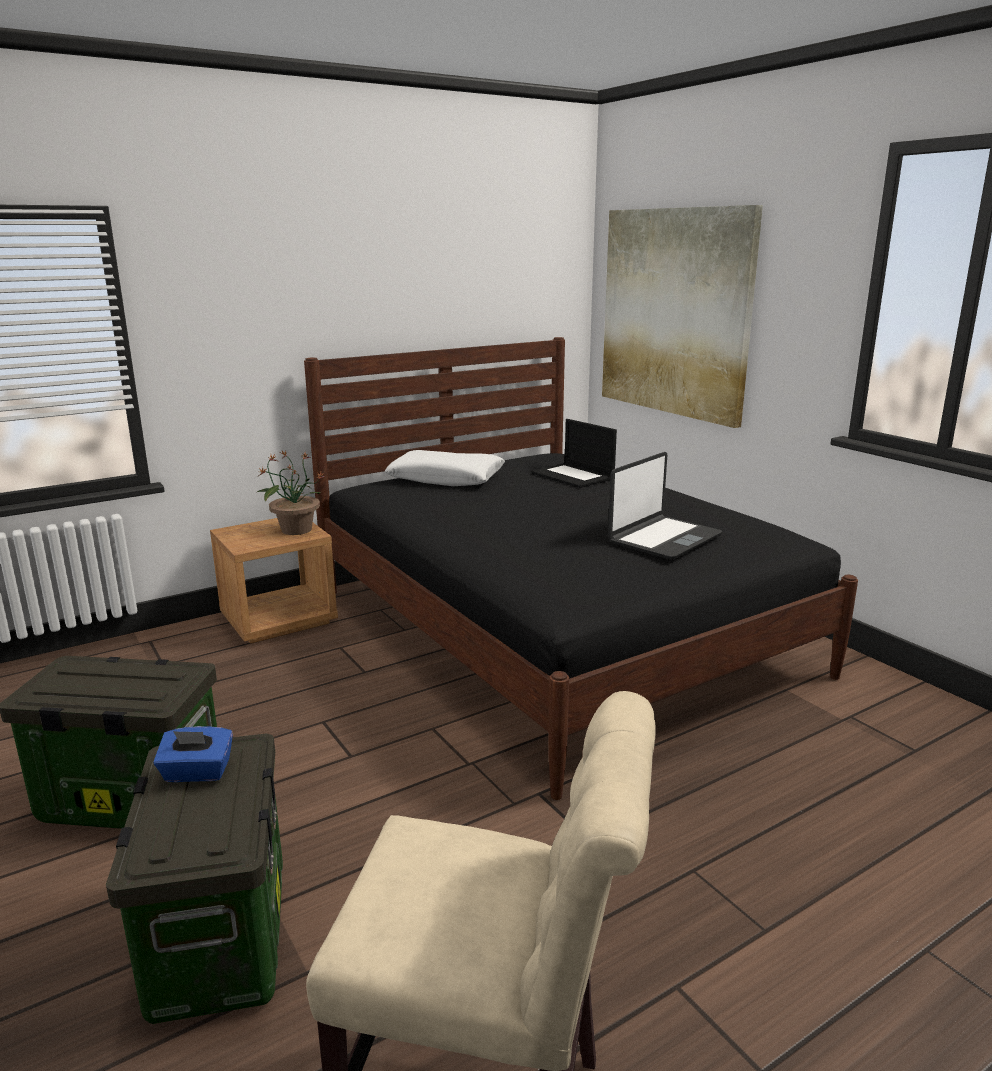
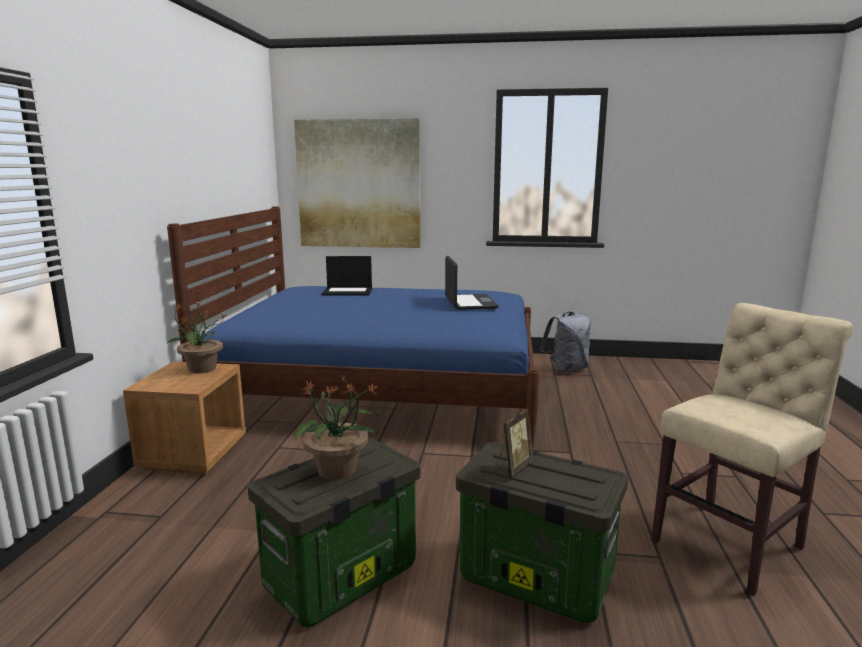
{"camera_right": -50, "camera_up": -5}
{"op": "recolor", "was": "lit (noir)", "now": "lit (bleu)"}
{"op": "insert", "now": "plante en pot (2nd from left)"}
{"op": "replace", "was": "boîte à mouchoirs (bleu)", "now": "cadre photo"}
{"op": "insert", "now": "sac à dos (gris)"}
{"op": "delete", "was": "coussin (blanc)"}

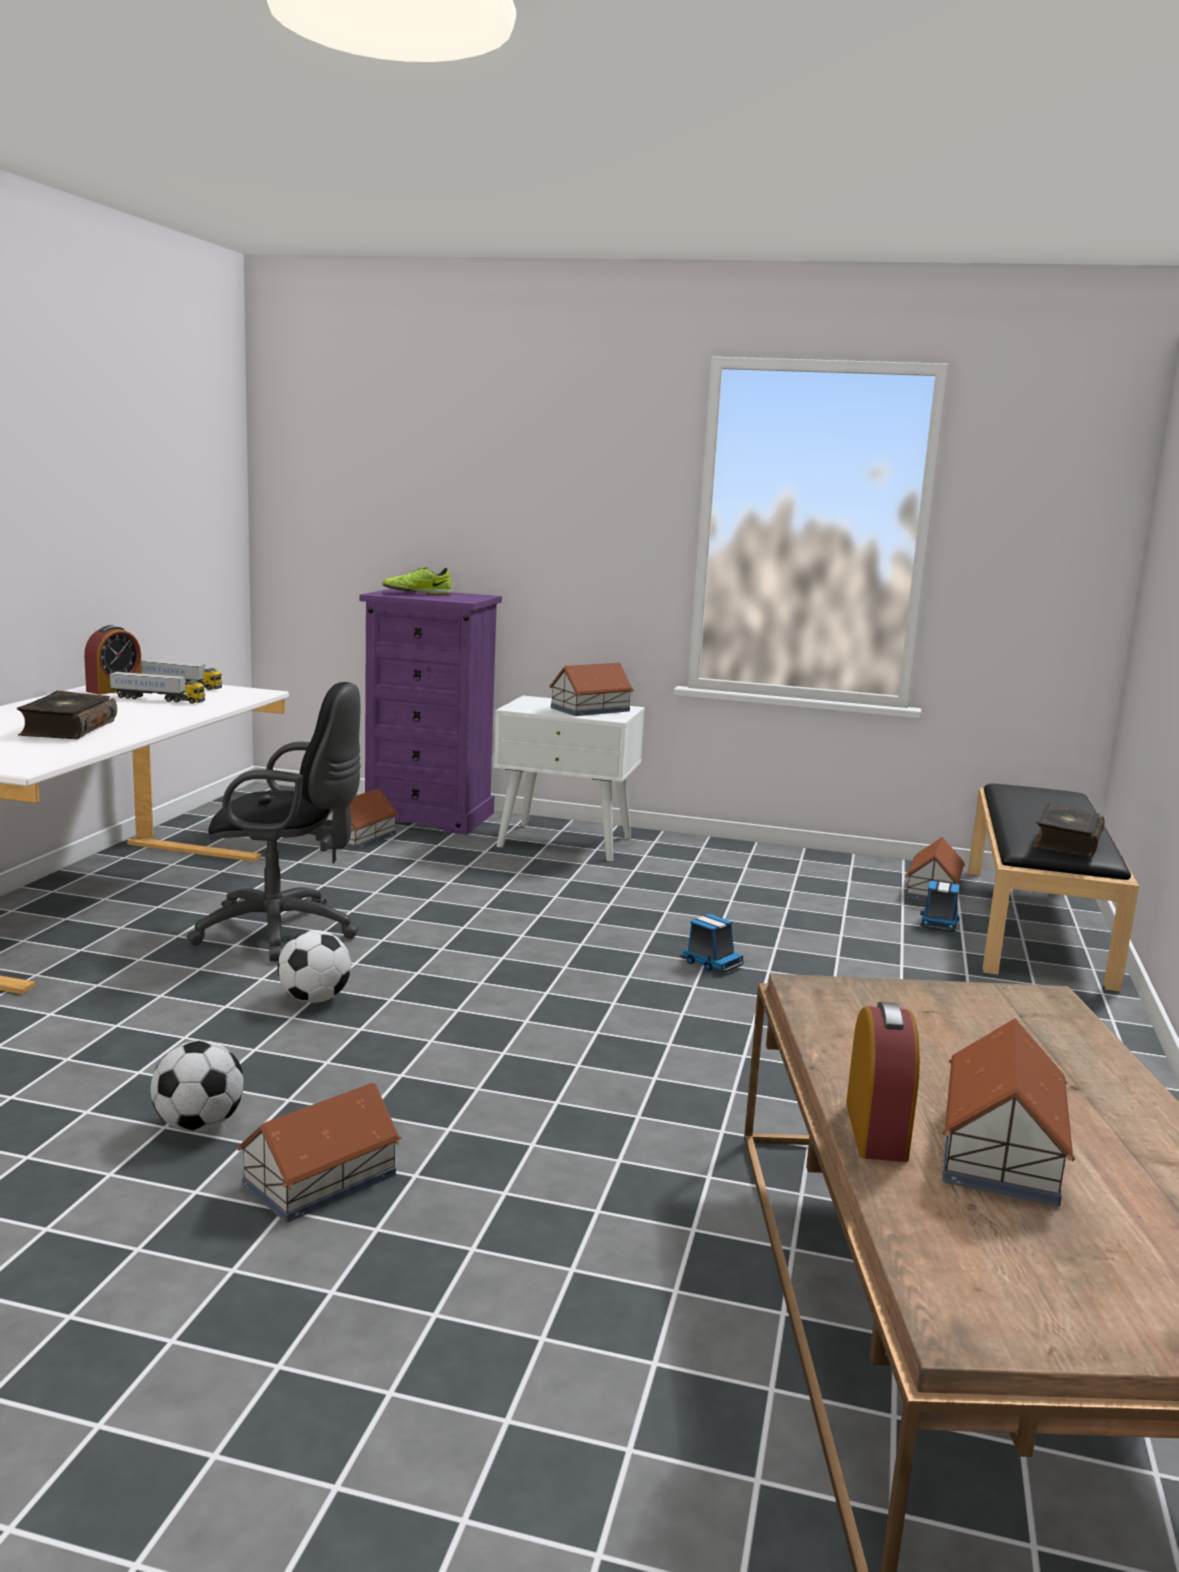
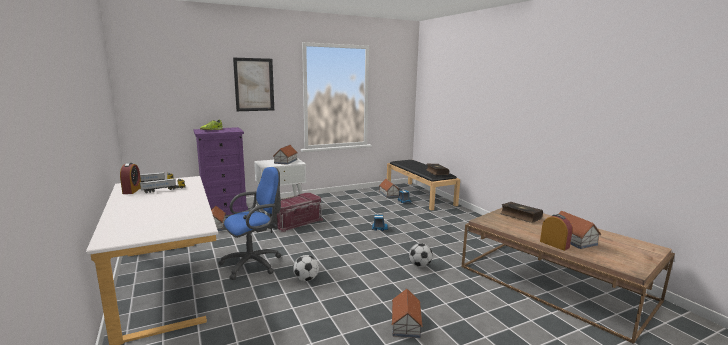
{"camera_right": -40, "camera_up": 0}
{"op": "recolor", "was": "chaise de bureau (noir)", "now": "chaise de bureau (bleu)"}
{"op": "insert", "now": "tableau"}
{"op": "insert", "now": "boîte de rangement (rouge)"}
{"op": "move", "was": "ballon de foot (1st from left in the first image)", "now": "ballon de foot (2nd from left)"}
{"op": "move", "was": "livre (1st from left in the first image)", "now": "livre (2nd from left)"}

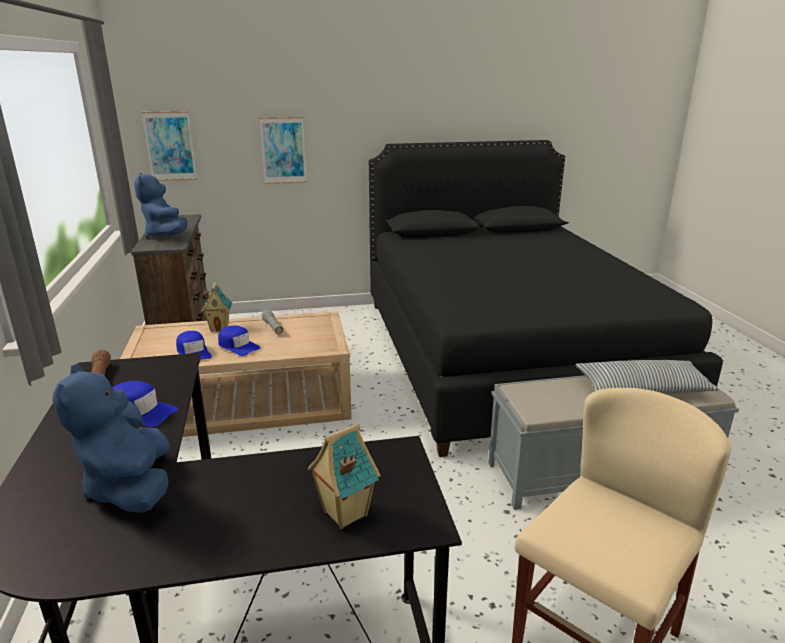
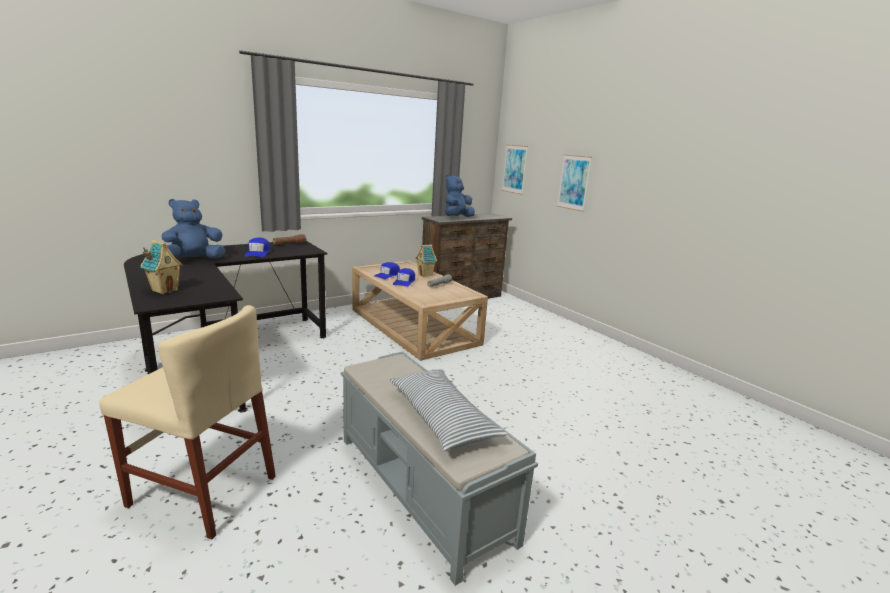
{"camera_right": 65, "camera_up": -5}
{"op": "delete", "was": "lit (noir)"}

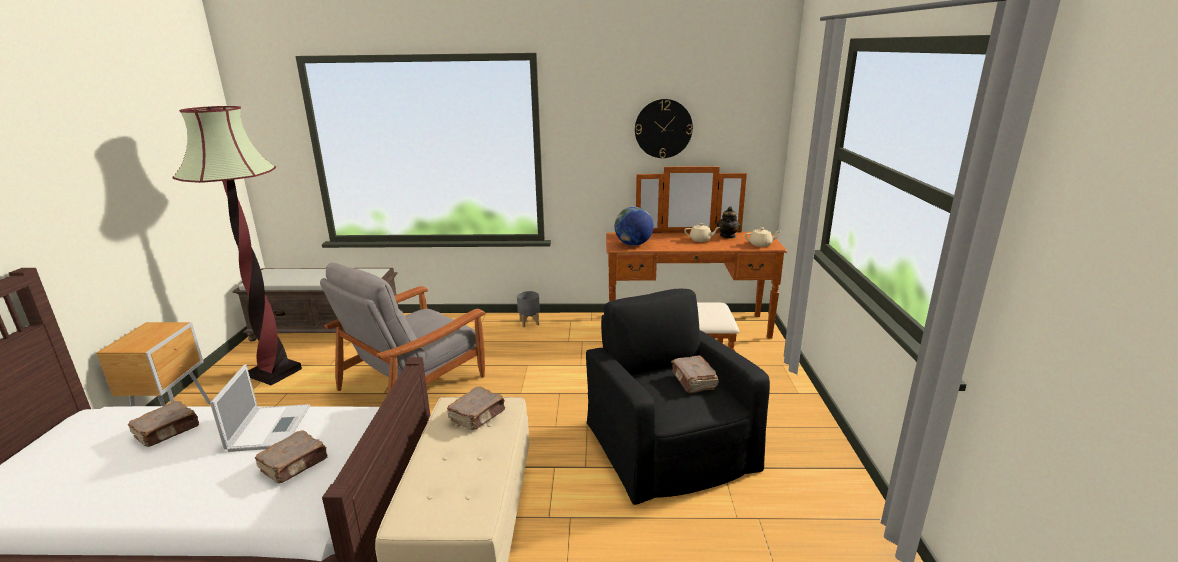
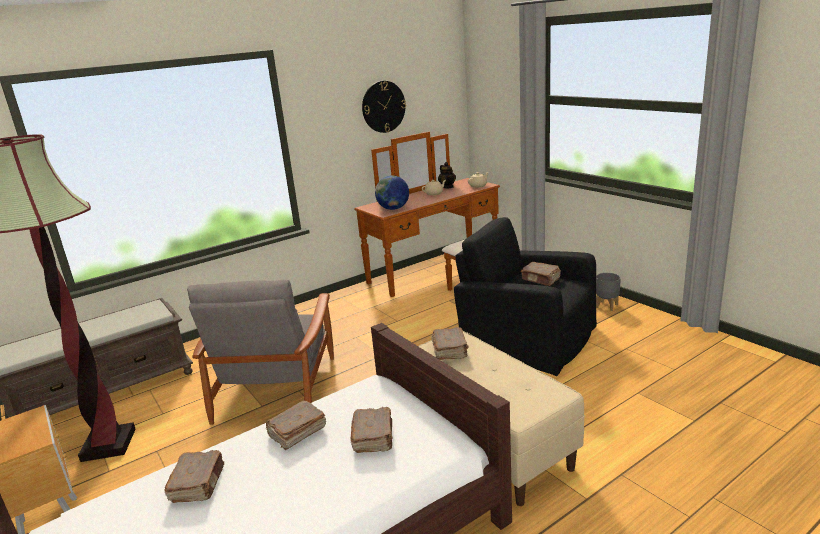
{"camera_right": -35, "camera_up": 0}
{"op": "replace", "was": "ordinateur portable", "now": "livre (marron) (2nd from left)"}
{"op": "move", "was": "cache-pot (gris)"}

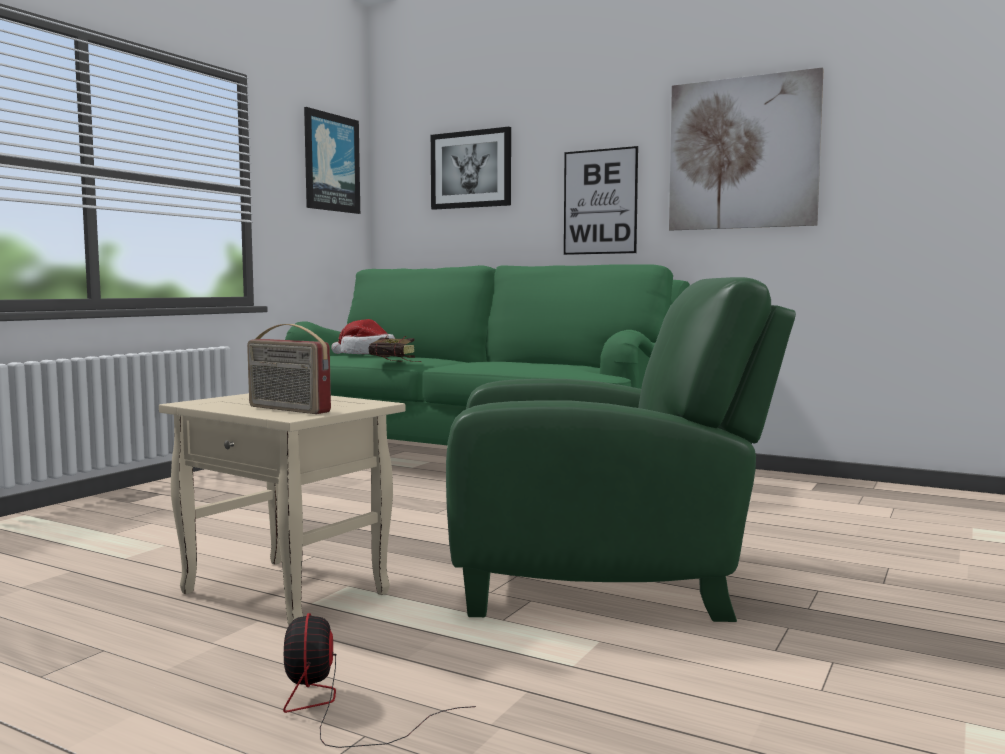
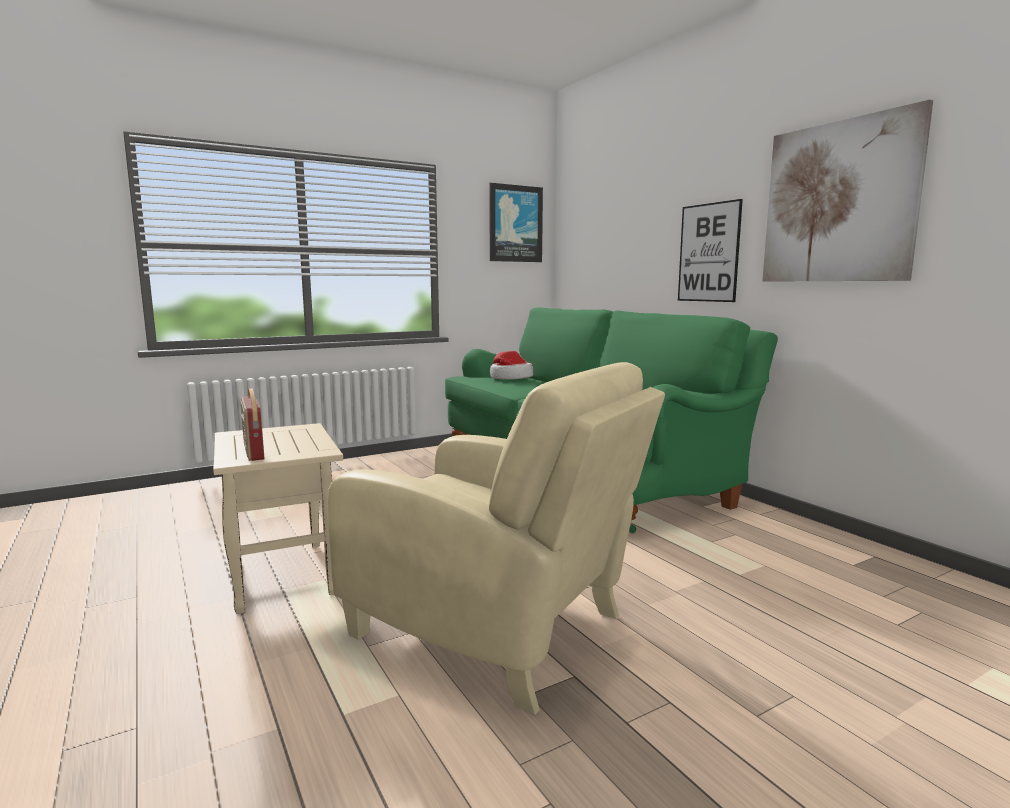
{"camera_right": 30, "camera_up": 5}
{"op": "recolor", "was": "fauteuil (vert)", "now": "fauteuil (beige)"}
{"op": "delete", "was": "ventilateur"}
{"op": "delete", "was": "livre"}
{"op": "delete", "was": "tableau (2nd from left)"}

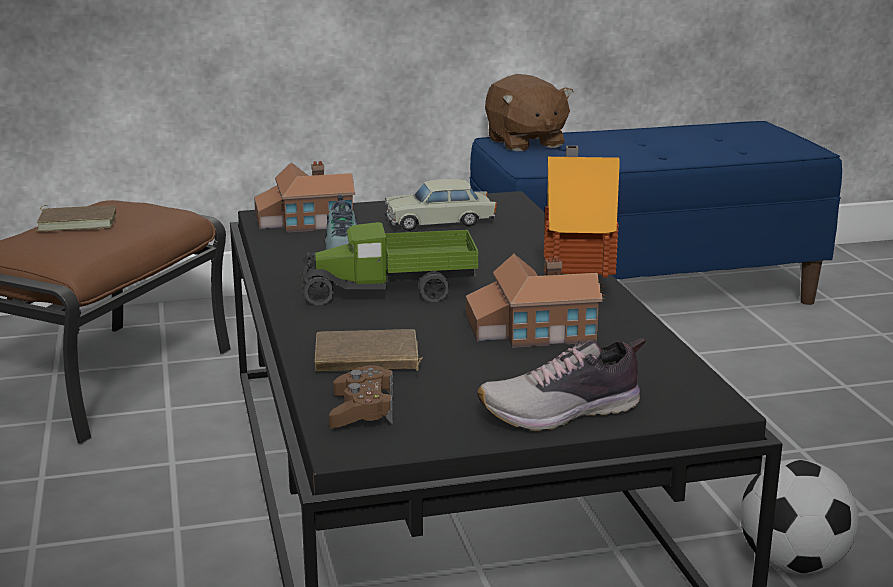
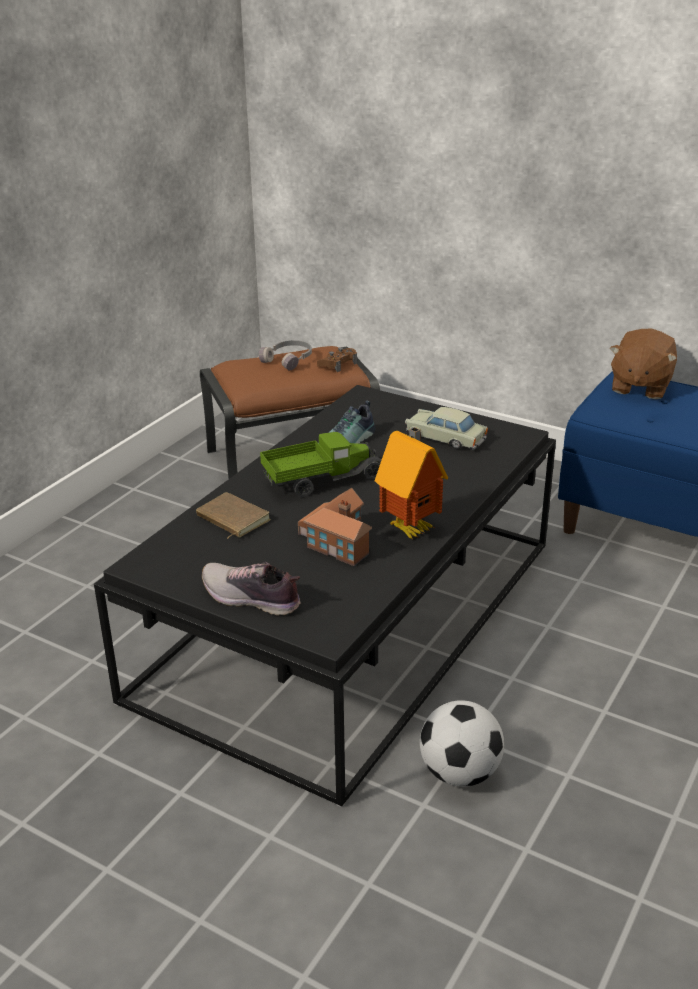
{"camera_right": 45, "camera_up": 10}
{"op": "replace", "was": "livre (marron) (1st from left)", "now": "casque audio (gris)"}
{"op": "rotate", "was": "camion jouet", "clockwise": 120}
{"op": "move", "was": "manette (marron)"}
{"op": "delete", "was": "maison miniature (1st from left)"}

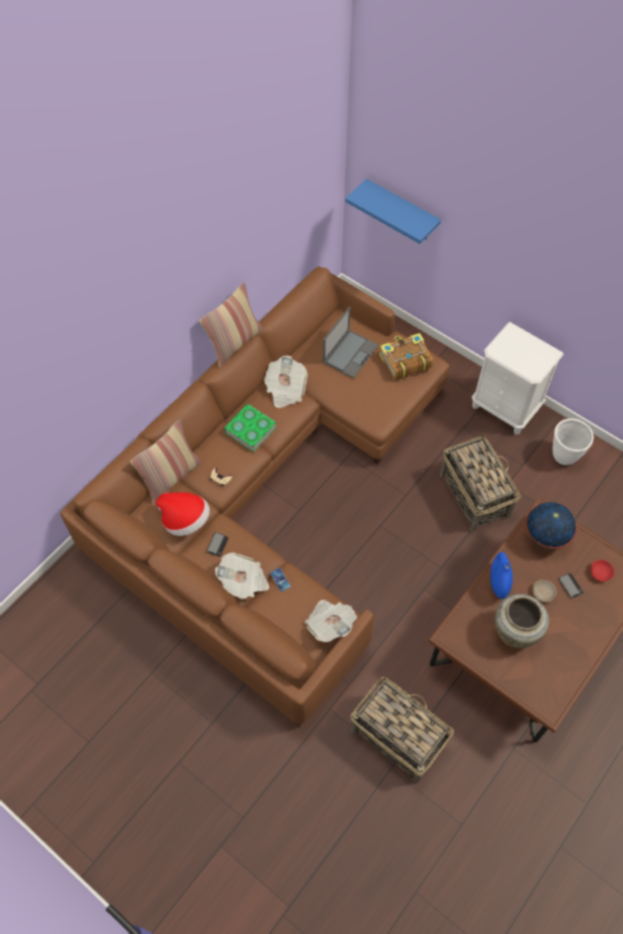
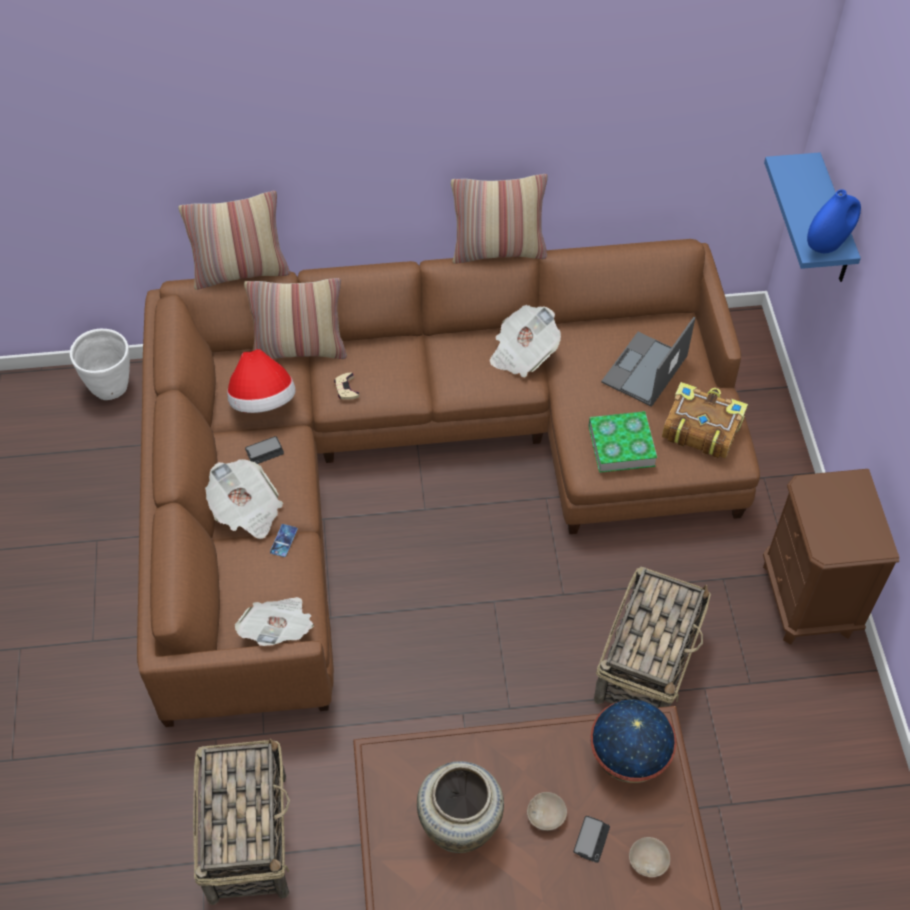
{"camera_right": 45, "camera_up": -5}
{"op": "move", "was": "cache-pot (blanc)"}
{"op": "insert", "now": "coussin (1st from left)"}
{"op": "move", "was": "livre (1st from left)"}
{"op": "rotate", "was": "ordinateur portable", "clockwise": 135}
{"op": "recolor", "was": "bol (rouge)", "now": "bol (beige) (2nd from left)"}
{"op": "recolor", "was": "table de chevet (blanc)", "now": "table de chevet (marron)"}
{"op": "move", "was": "vase (bleu)"}

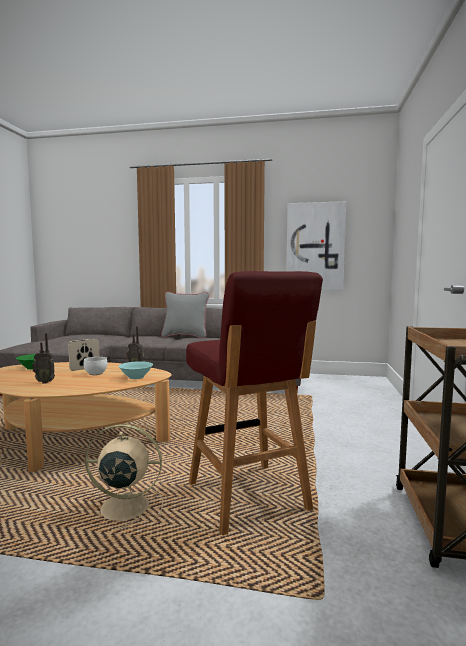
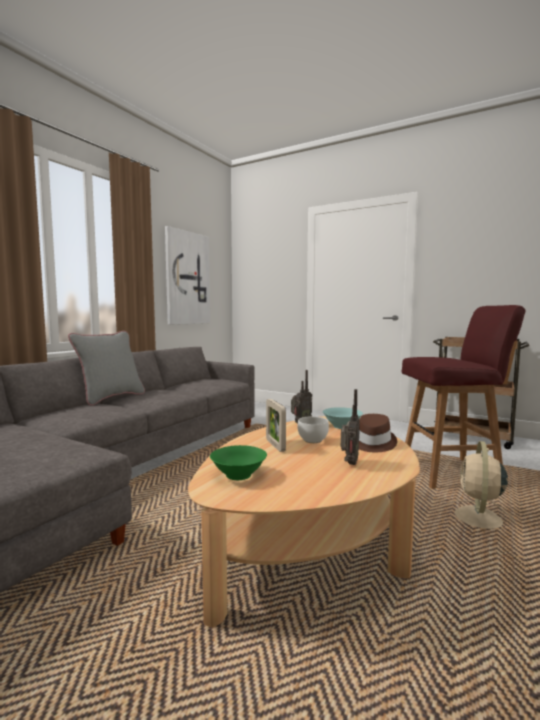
{"camera_right": -70, "camera_up": 0}
{"op": "insert", "now": "chapeau (marron)"}

